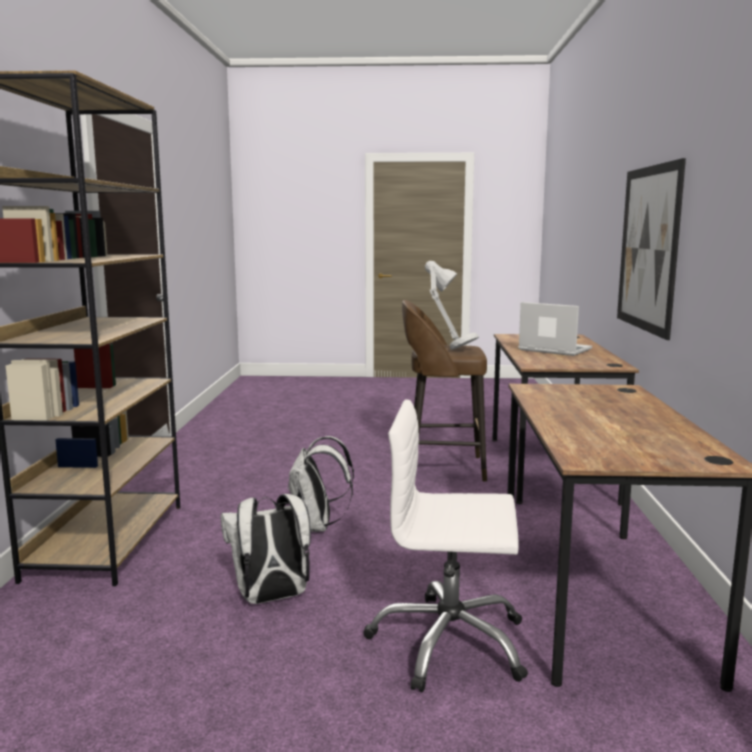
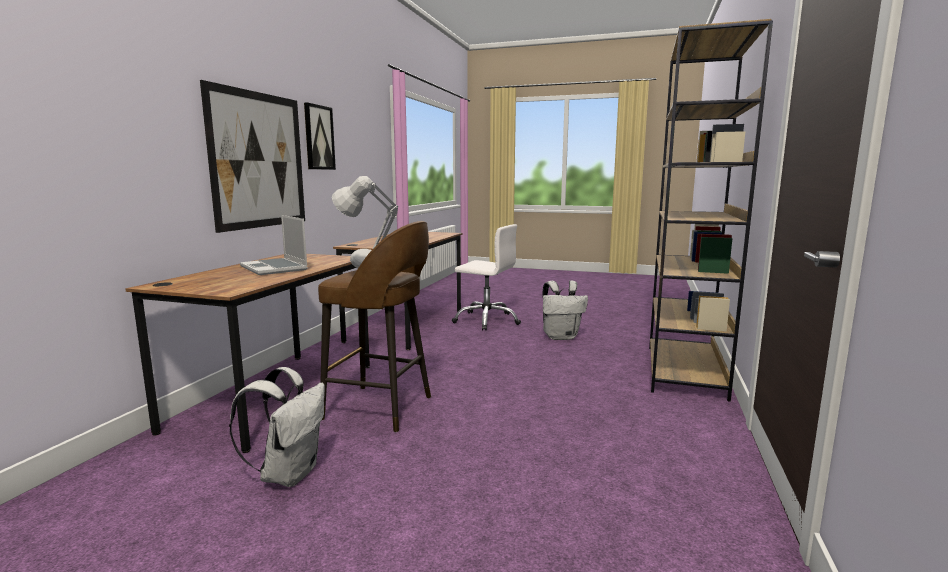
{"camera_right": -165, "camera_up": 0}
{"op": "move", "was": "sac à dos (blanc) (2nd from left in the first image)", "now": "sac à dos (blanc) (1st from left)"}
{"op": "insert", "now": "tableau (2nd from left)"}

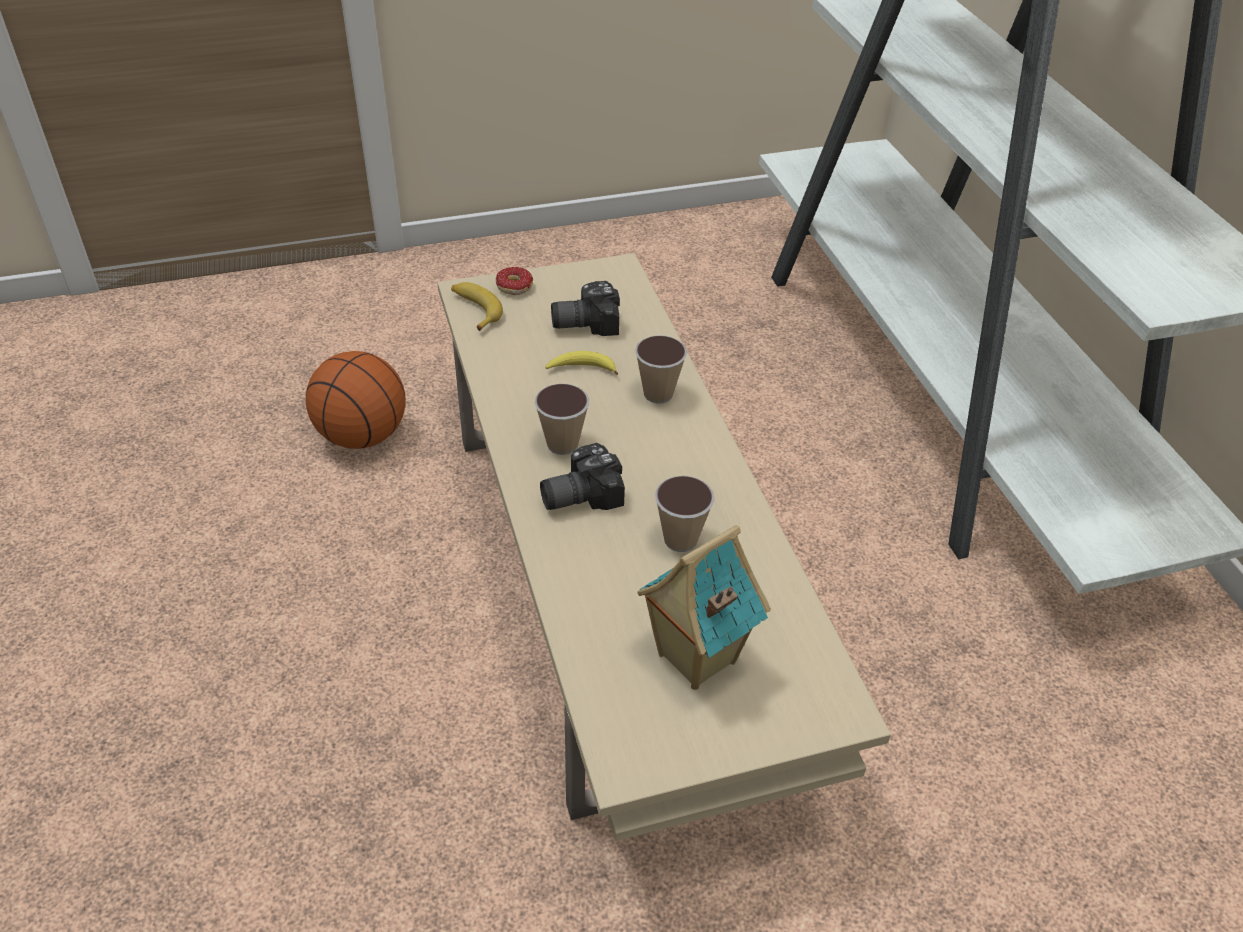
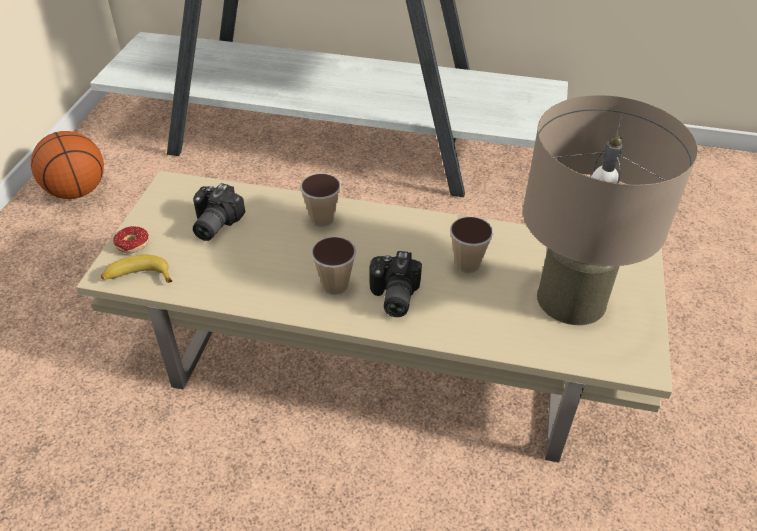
{"camera_right": -60, "camera_up": 0}
{"op": "move", "was": "ballon de basket"}
{"op": "replace", "was": "maison miniature", "now": "lampe de table (beige)"}
{"op": "delete", "was": "banane (2nd from left)"}

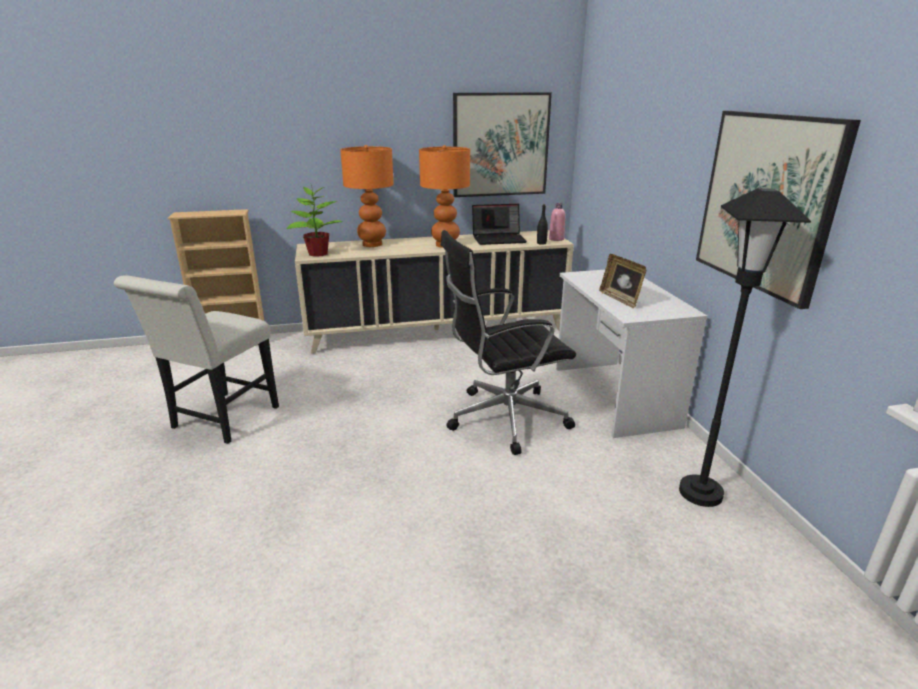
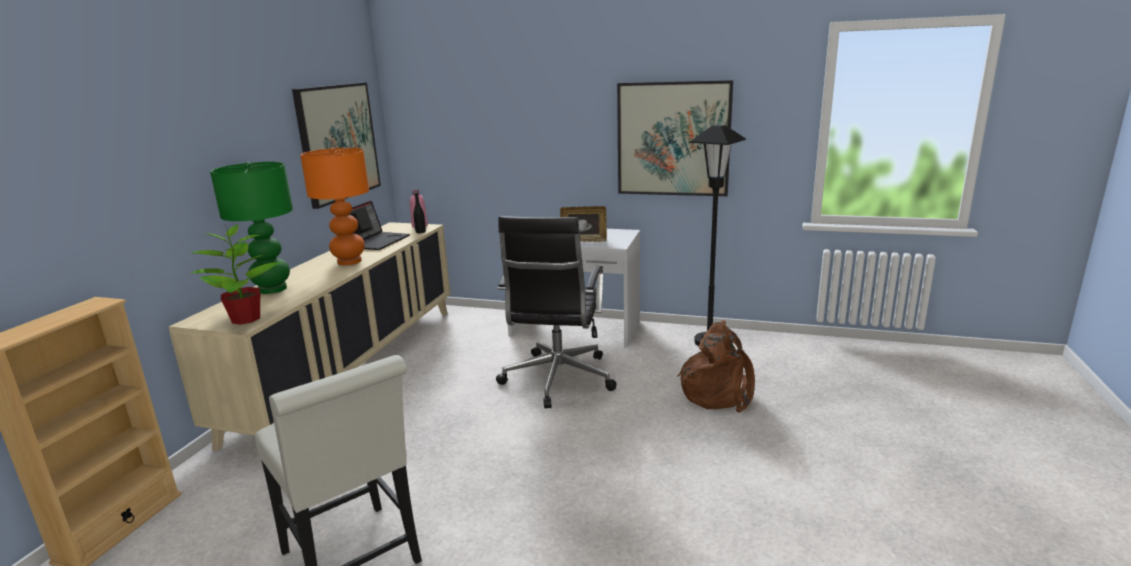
{"camera_right": -60, "camera_up": -5}
{"op": "recolor", "was": "lampe de table (orange) (1st from left)", "now": "lampe de table (vert)"}
{"op": "insert", "now": "sac à dos (marron)"}

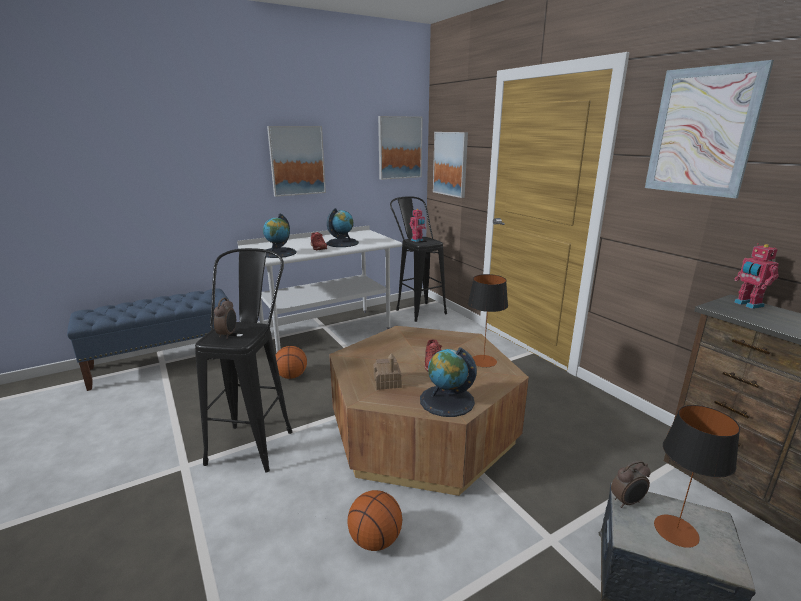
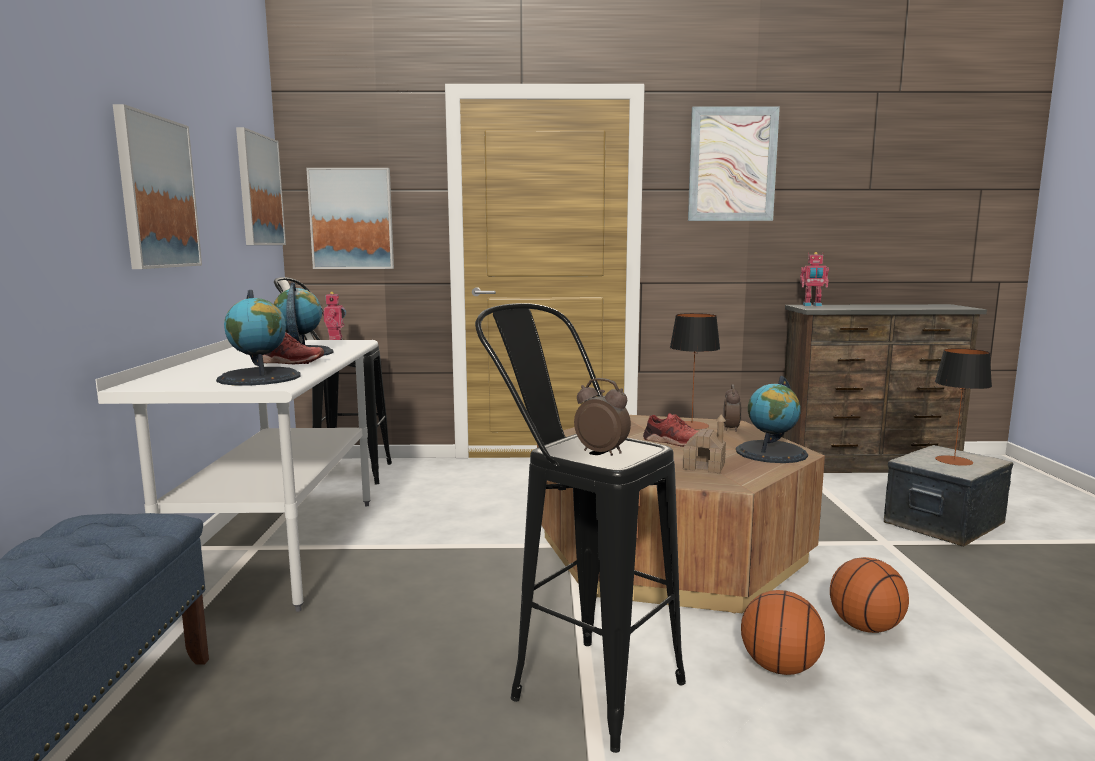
{"camera_right": -60, "camera_up": -10}
{"op": "move", "was": "réveil (2nd from left)"}
{"op": "move", "was": "ballon de basket (1st from left)"}

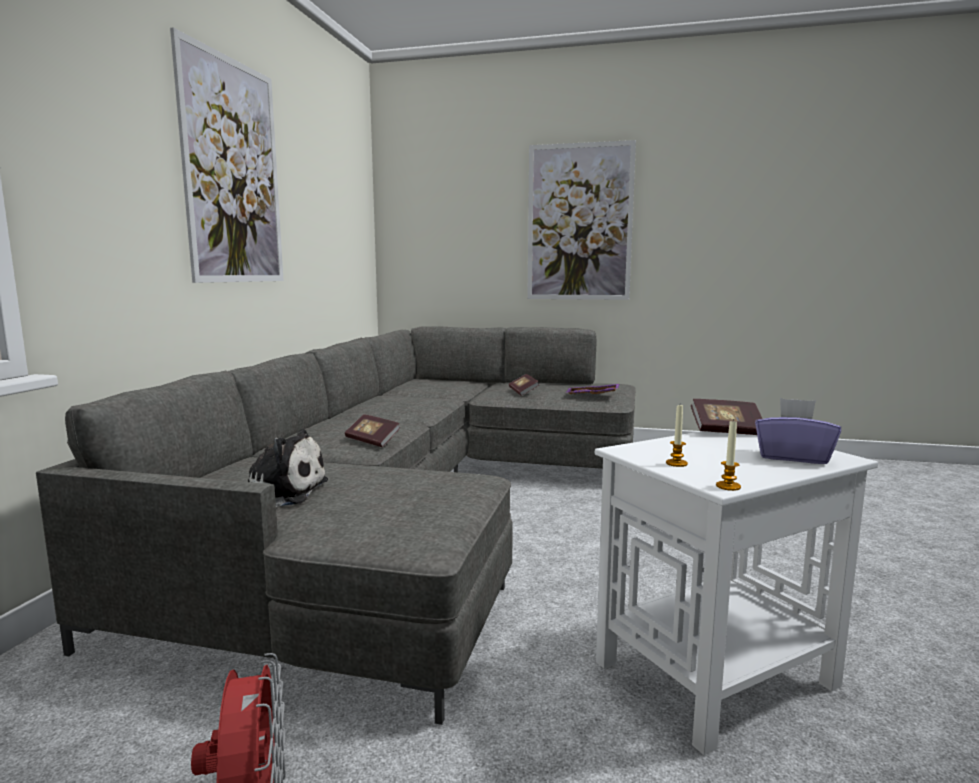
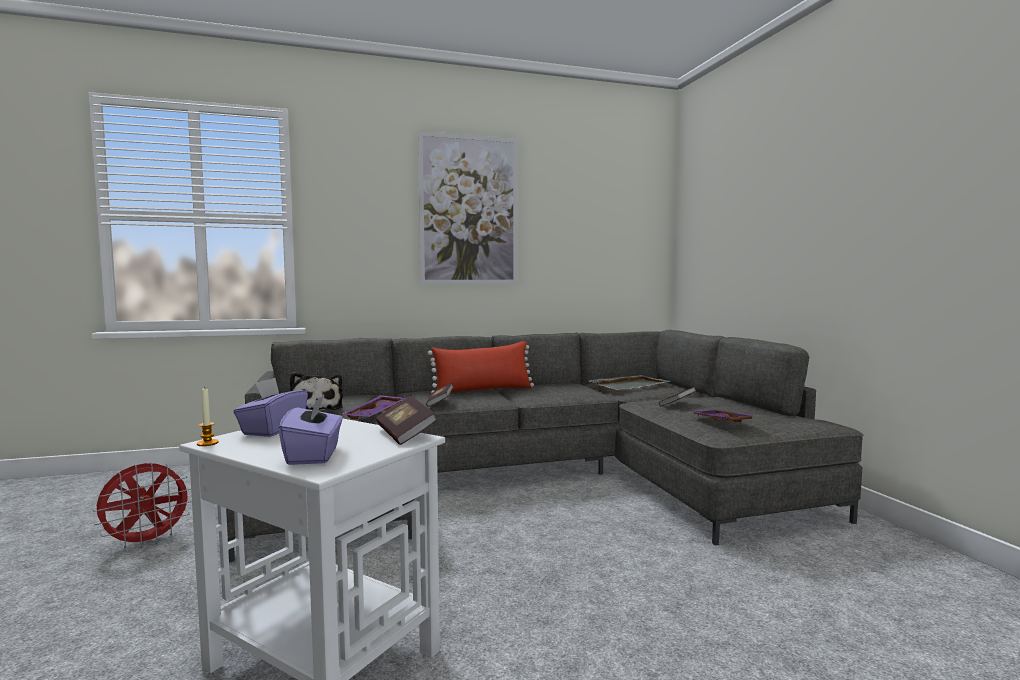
{"camera_right": 60, "camera_up": -5}
{"op": "replace", "was": "bougie (1st from left)", "now": "boîte à mouchoirs (violet) (1st from left)"}
{"op": "insert", "now": "plateau (violet) (1st from left)"}
{"op": "insert", "now": "coussin (rouge)"}
{"op": "insert", "now": "plateau (gris)"}
{"op": "delete", "was": "tableau (2nd from left)"}

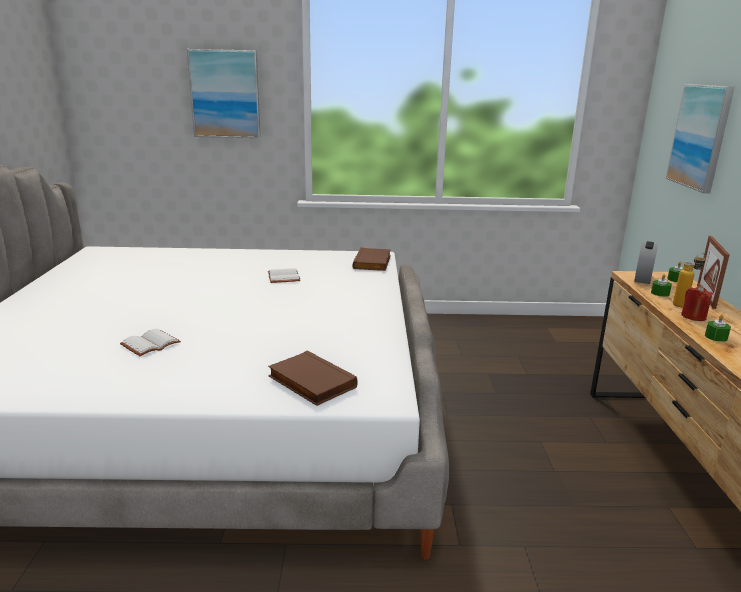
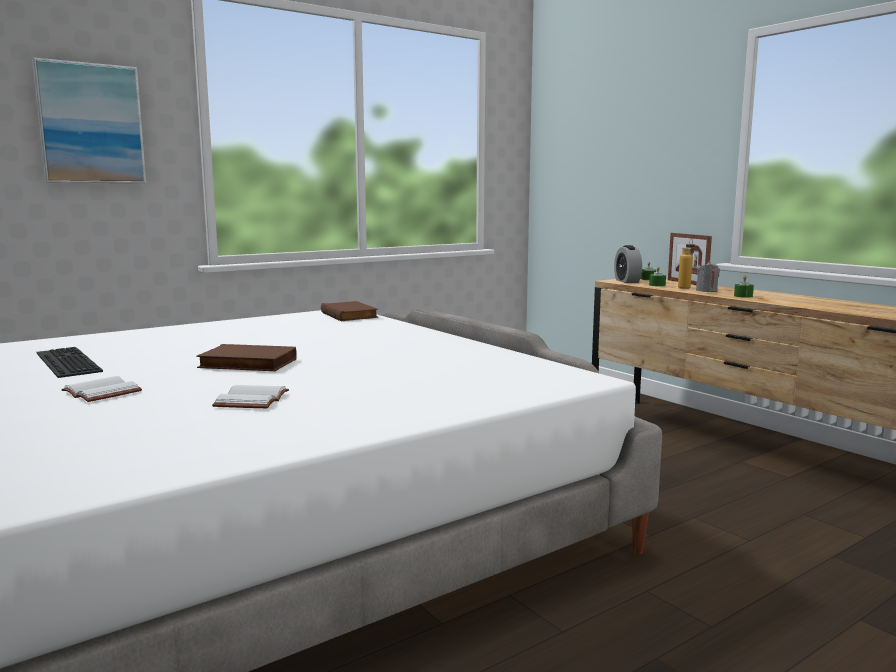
{"camera_right": -35, "camera_up": -10}
{"op": "insert", "now": "clavier"}
{"op": "move", "was": "livre (blanc) (2nd from left in the first image)", "now": "livre (blanc) (1st from left)"}
{"op": "move", "was": "livre (marron) (1st from left)"}
{"op": "recolor", "was": "bougie (rouge)", "now": "bougie (gris)"}
{"op": "delete", "was": "tableau (2nd from left)"}

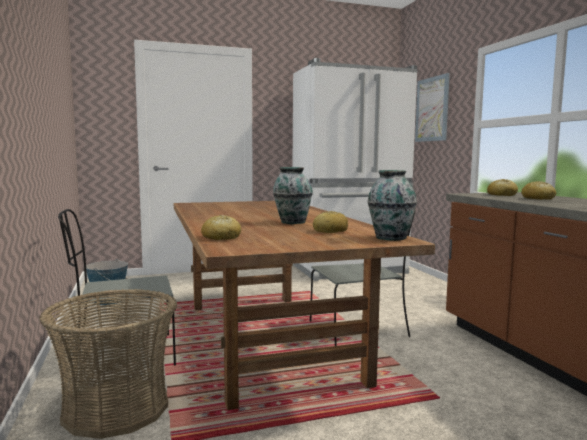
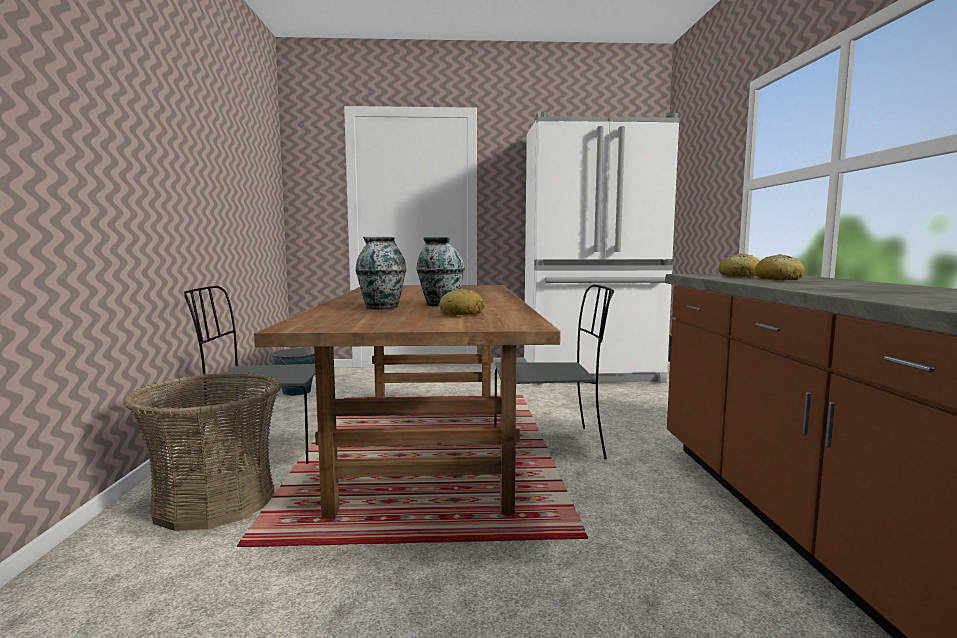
{"camera_right": 15, "camera_up": 0}
{"op": "move", "was": "vase (2nd from left in the first image)", "now": "vase (1st from left)"}
{"op": "delete", "was": "pain (1st from left)"}
{"op": "delete", "was": "tableau"}

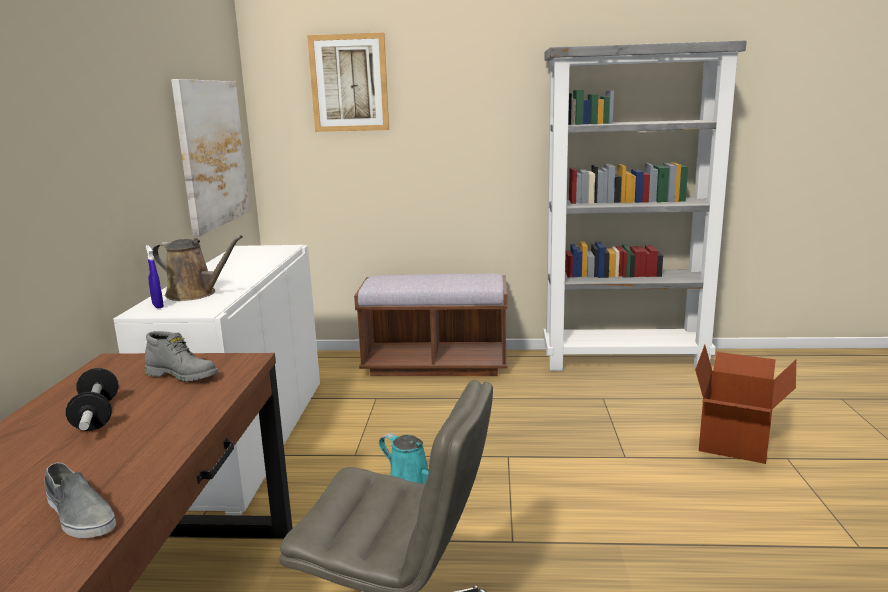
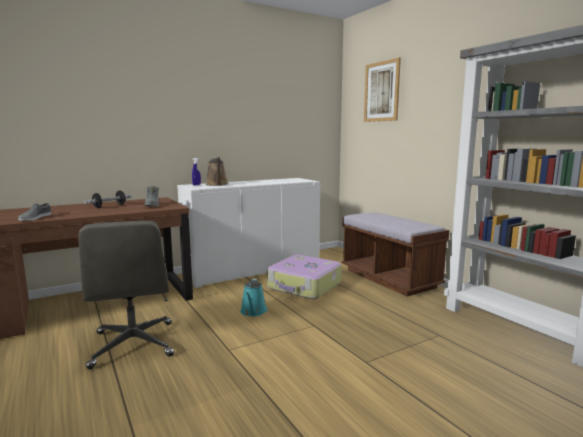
{"camera_right": 55, "camera_up": -5}
{"op": "insert", "now": "valise"}
{"op": "delete", "was": "tableau (1st from left)"}
{"op": "delete", "was": "carton"}

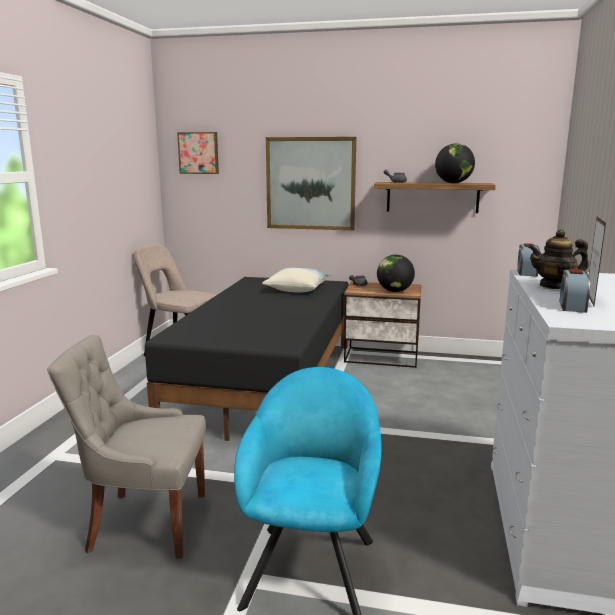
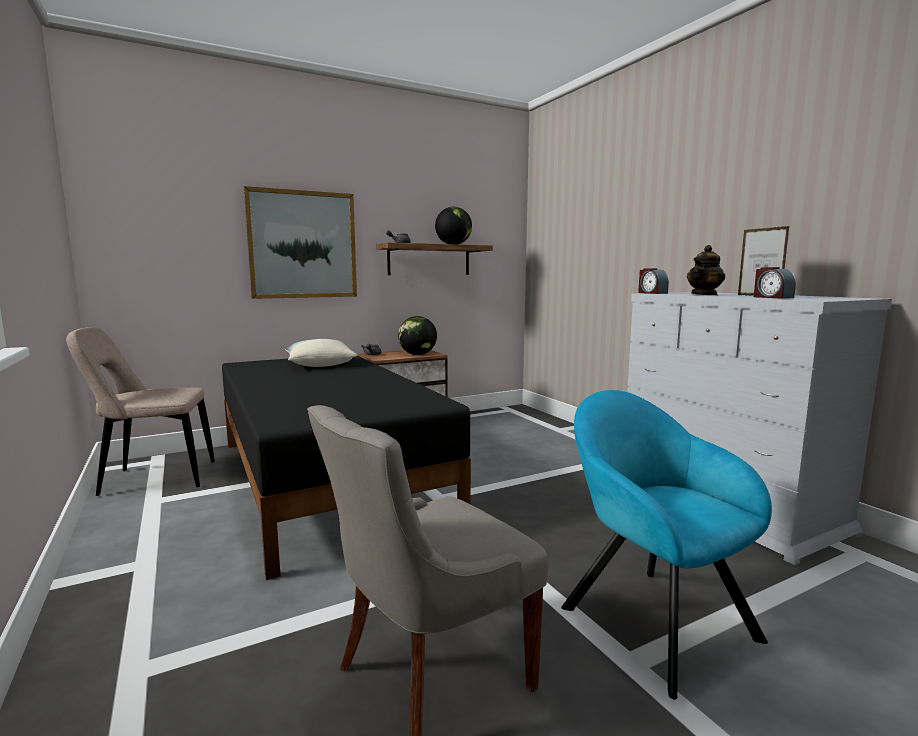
{"camera_right": -40, "camera_up": -5}
{"op": "delete", "was": "tableau (1st from left)"}

